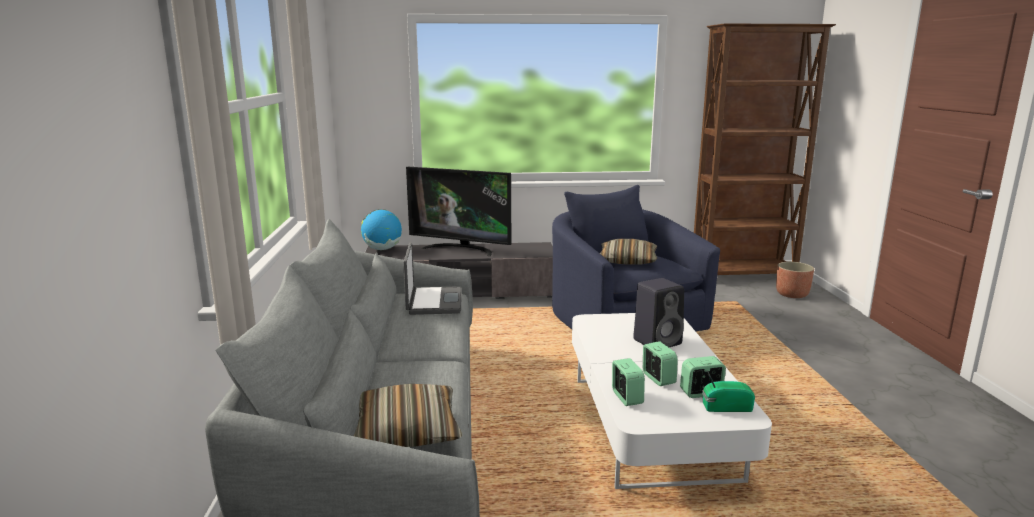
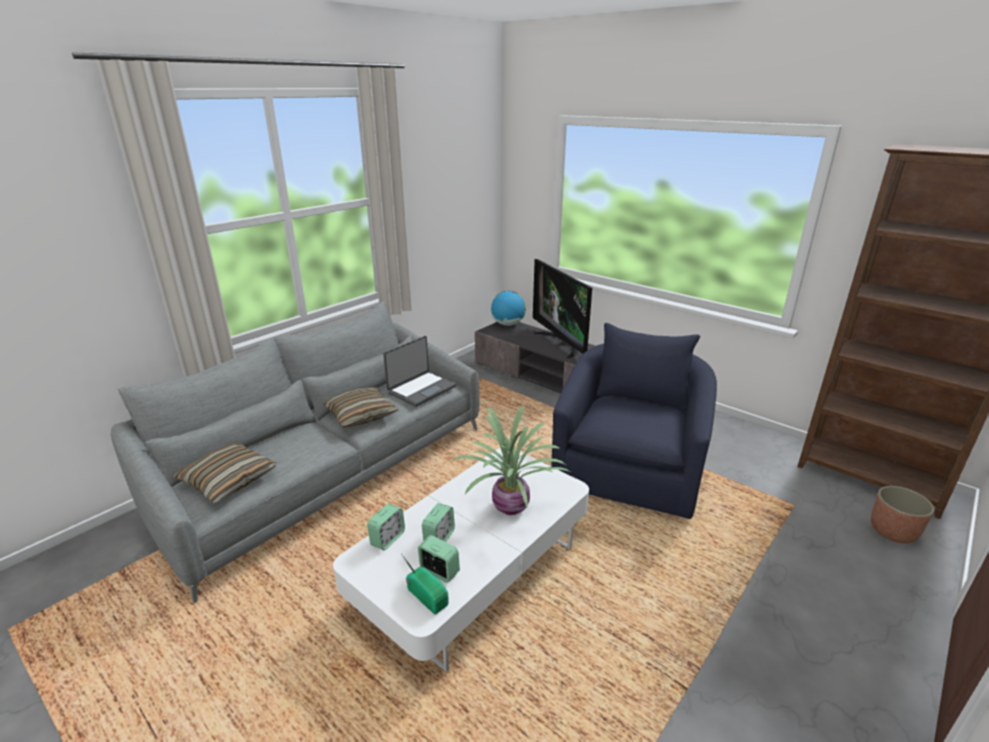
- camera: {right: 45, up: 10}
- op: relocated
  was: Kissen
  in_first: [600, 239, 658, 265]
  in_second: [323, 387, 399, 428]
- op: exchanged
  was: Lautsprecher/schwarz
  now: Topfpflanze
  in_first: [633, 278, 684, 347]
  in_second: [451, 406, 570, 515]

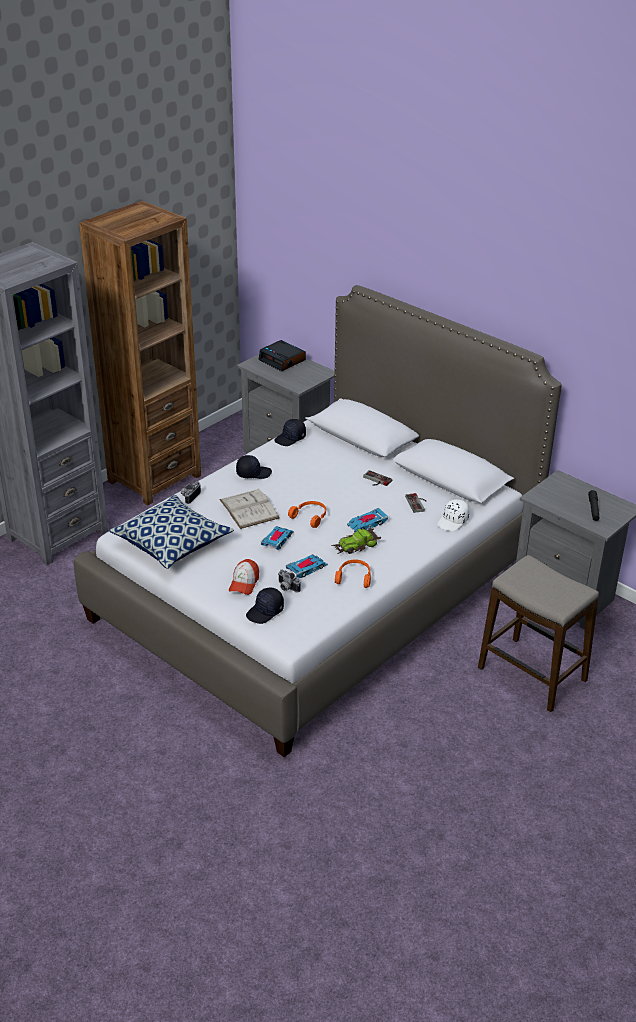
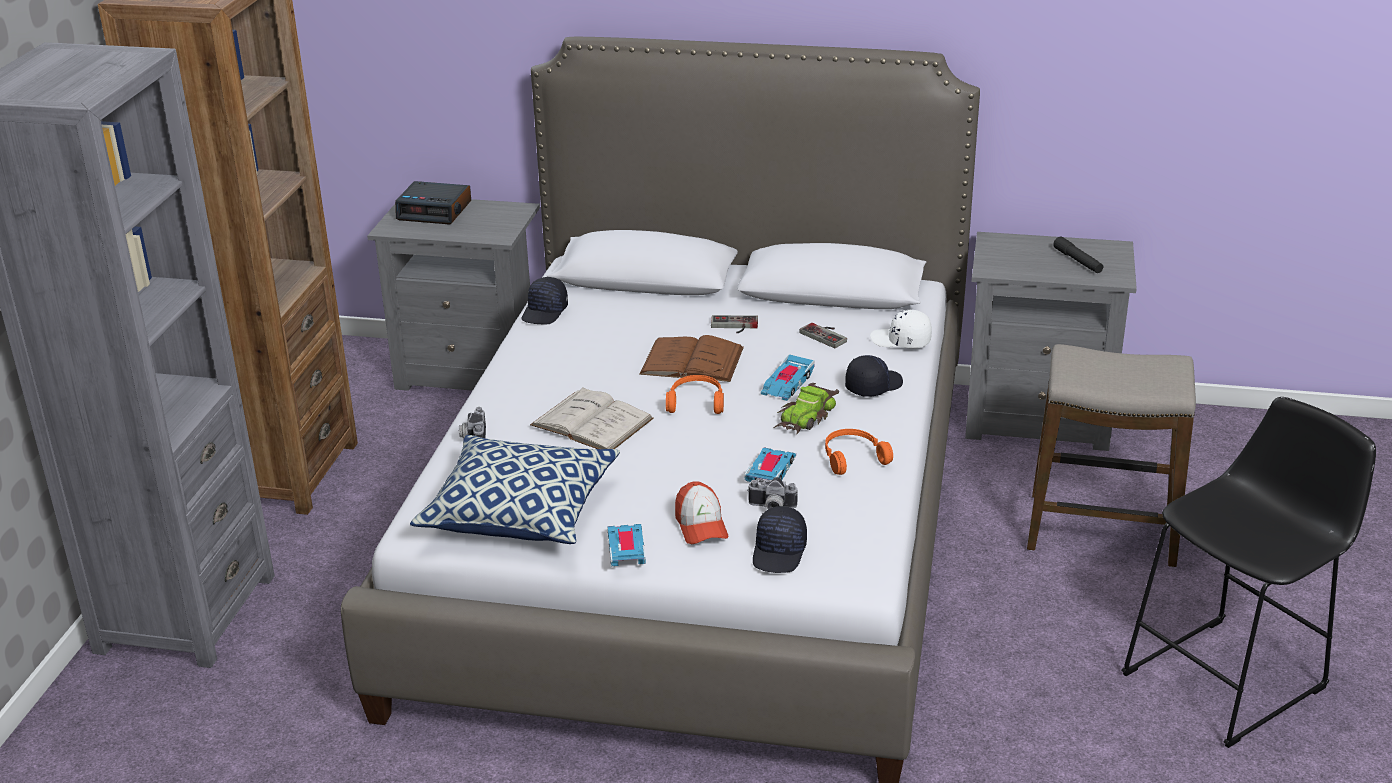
- camera: {right: -30, up: -5}
- op: appeared
  now: Buch/braun
  in_second: [639, 335, 744, 382]
- op: appeared
  now: Hocker/schwarz
  in_second: [1121, 397, 1376, 748]
- op: relocated
  was: Kappe/schwarz
  in_first: [236, 455, 272, 479]
  in_second: [845, 355, 903, 397]
- op: relocated
  was: Spielzeugauto
  in_first: [261, 526, 294, 550]
  in_second: [607, 524, 646, 566]
- op: spun
  was: Kappe/weiß
  in_first: [437, 499, 469, 531]
  in_second: [870, 310, 932, 349]
  clockwise: 105

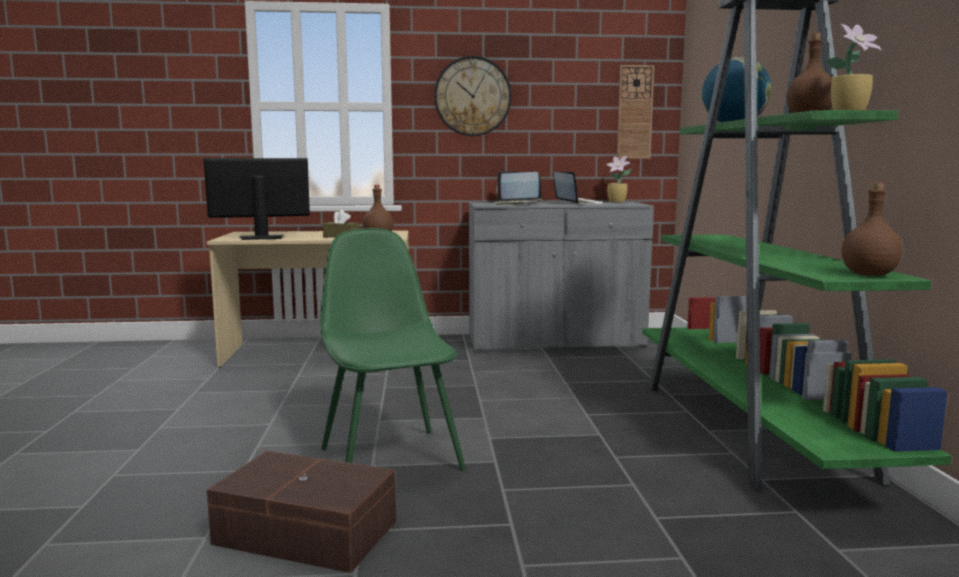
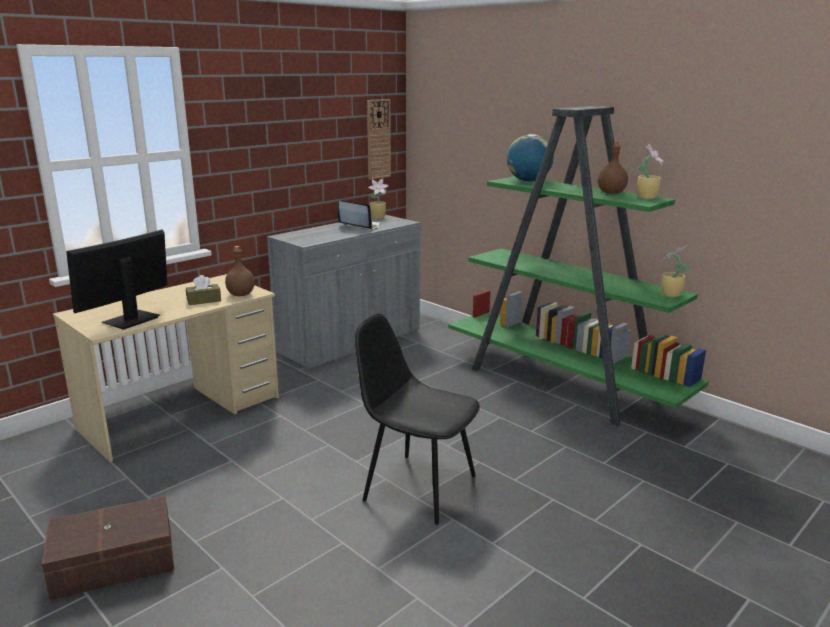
- camera: {right: -40, up: 10}
- op: missing
  was: Wanduhr
  in_first: [434, 56, 512, 136]
- op: missing
  was: Laptop
  in_first: [494, 171, 542, 205]
- op: relocated
  was: Aufbewahrungsbox/braun
  in_first: [207, 451, 396, 573]
  in_second: [42, 496, 174, 600]
- op: exchanged
  was: Flasche/braun
  now: Topfpflanze
  in_first: [841, 183, 902, 276]
  in_second: [661, 246, 690, 297]
- op: colour
  was: Stuhl/grün
  now: Stuhl/schwarz
  in_first: [320, 228, 466, 471]
  in_second: [355, 314, 480, 525]

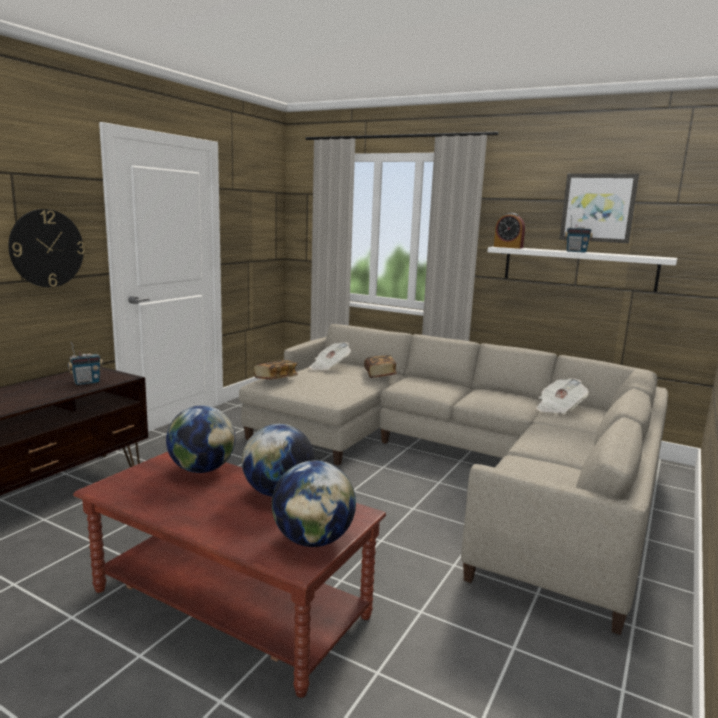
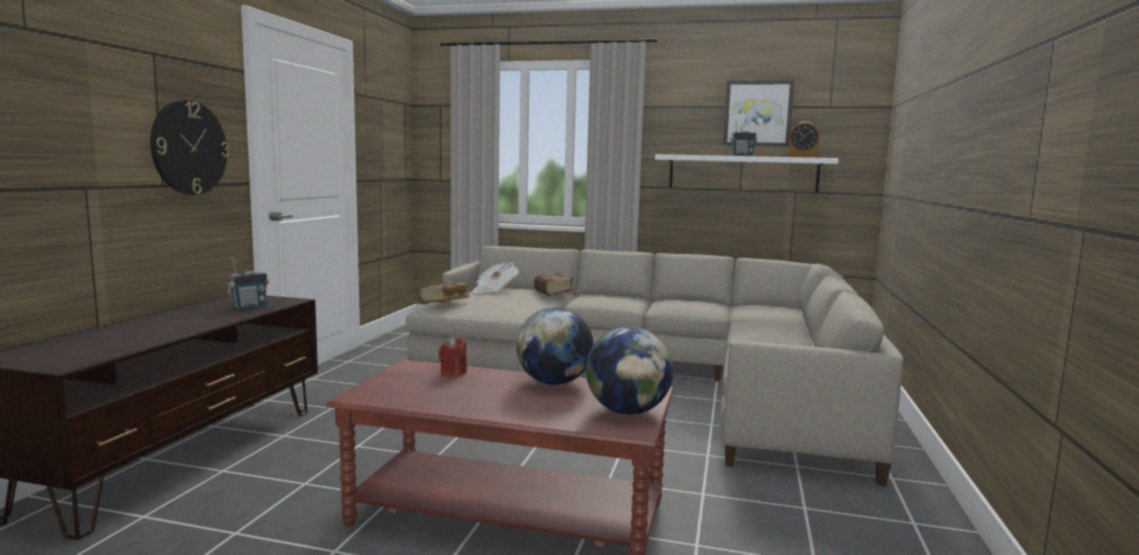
- camera: {right: -15, up: -5}
- op: missing
  was: Zeitung
  in_first: [536, 378, 589, 414]
- op: relocated
  was: Wecker
  in_first: [494, 213, 525, 249]
  in_second: [788, 121, 820, 158]
- op: exchanged
  was: Globus
  now: Kerze/rot
  in_first: [166, 405, 236, 473]
  in_second: [439, 337, 467, 377]

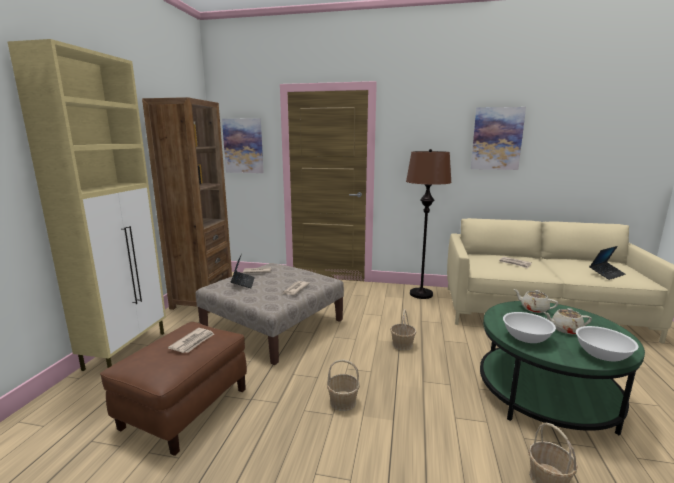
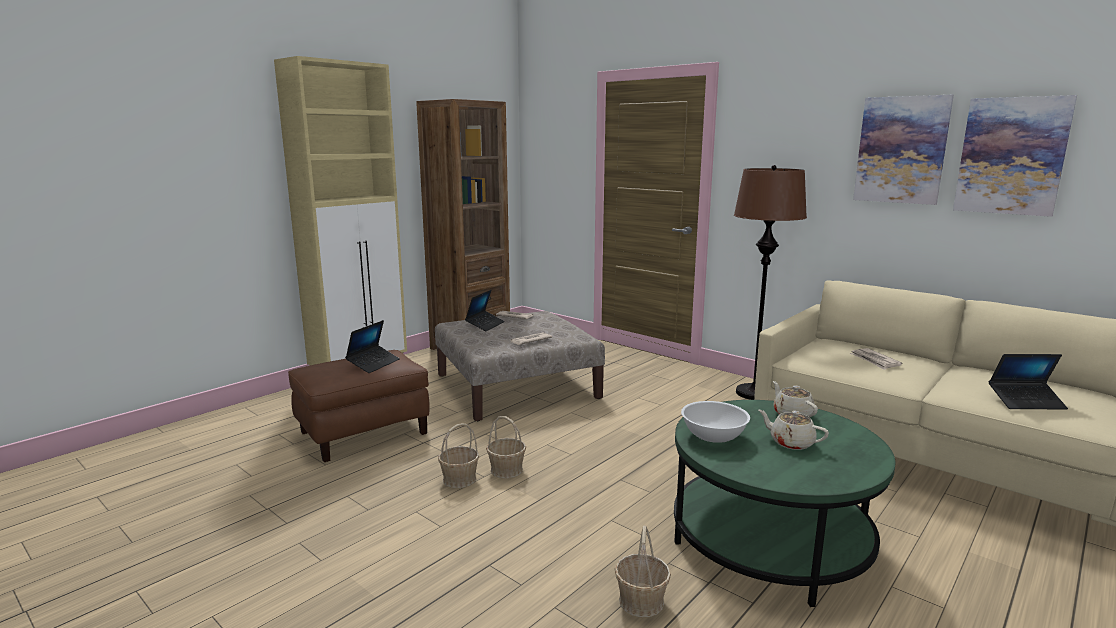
- camera: {right: 30, up: 0}
- op: missing
  was: Schüssel/weiß
  in_first: [576, 326, 638, 361]
- op: relocated
  was: Bild
  in_first: [222, 118, 264, 173]
  in_second: [953, 95, 1077, 217]
- op: relocated
  was: Korb
  in_first: [390, 309, 416, 350]
  in_second: [438, 423, 479, 488]
- op: exchanged
  was: Zeitung
  now: Laptop
  in_first: [168, 328, 214, 353]
  in_second: [345, 320, 400, 373]

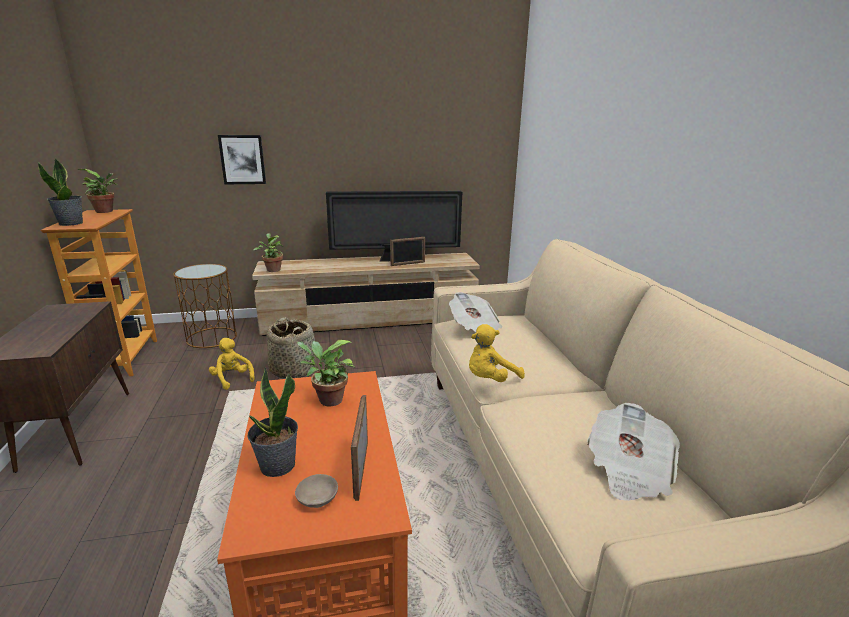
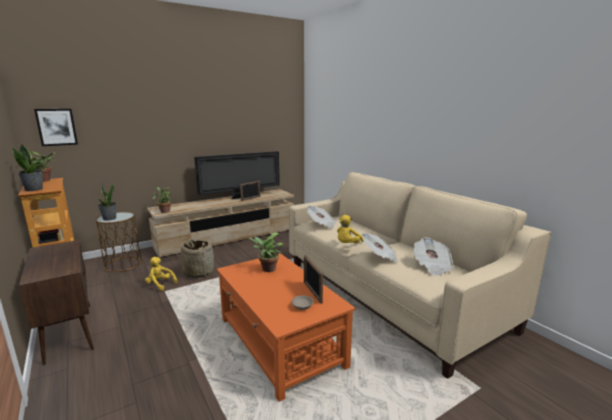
- camera: {right: -20, up: -5}
- op: appeared
  now: Zeitung
  in_second: [361, 233, 398, 262]
- op: relocated
  was: Bild
  in_first: [218, 135, 266, 184]
  in_second: [34, 109, 78, 146]
- op: relocated
  was: Topfpflanze
  in_first: [248, 367, 298, 477]
  in_second: [98, 183, 116, 221]

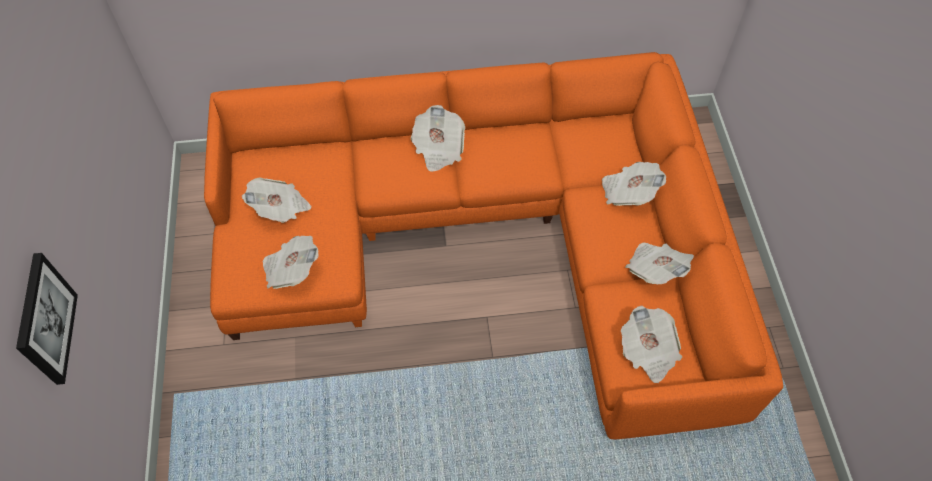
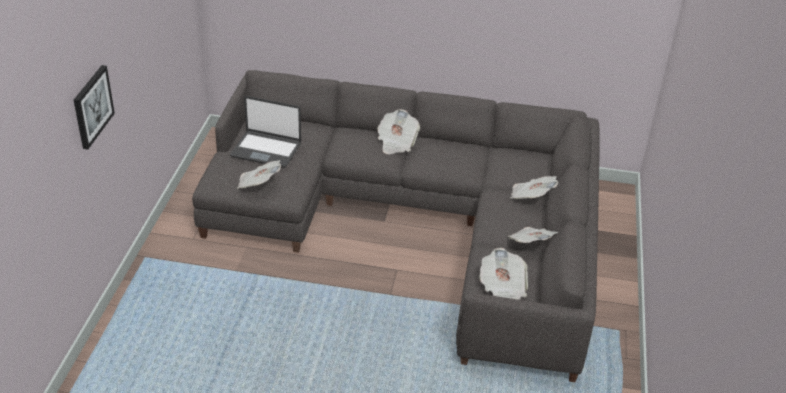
- camera: {right: 15, up: -20}
- op: exchanged
  was: Zeitung
  now: Laptop
  in_first: [242, 177, 311, 223]
  in_second: [230, 96, 301, 168]
- op: colour
  was: Sofa/orange
  now: Sofa/grau
  in_first: [204, 52, 783, 440]
  in_second: [192, 70, 600, 382]

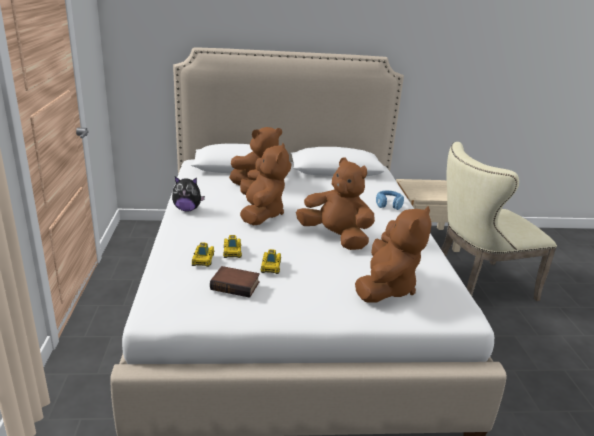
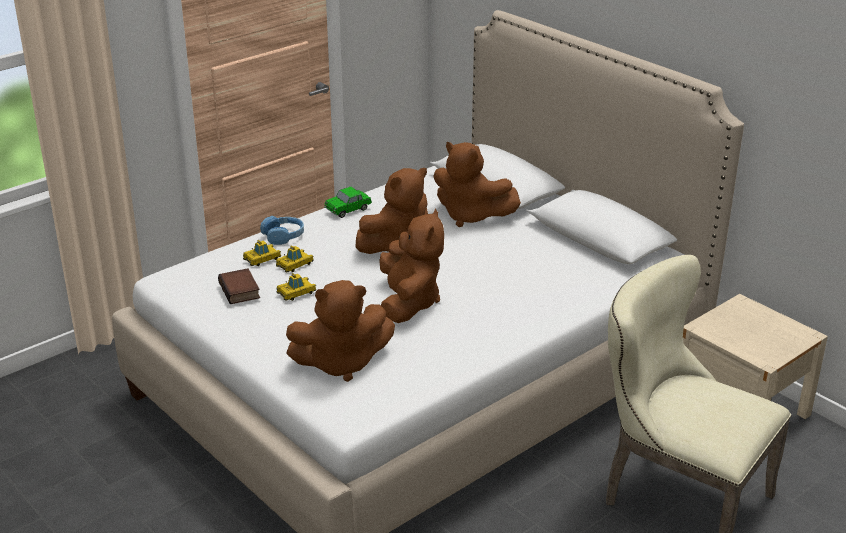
- camera: {right: 55, up: 5}
- op: relocated
  was: Kopfhörer/blau
  in_first: [376, 190, 404, 210]
  in_second: [260, 216, 304, 245]
- op: exchanged
  was: Plüschtier
  now: Spielzeugauto
  in_first: [172, 177, 205, 212]
  in_second: [324, 187, 372, 218]

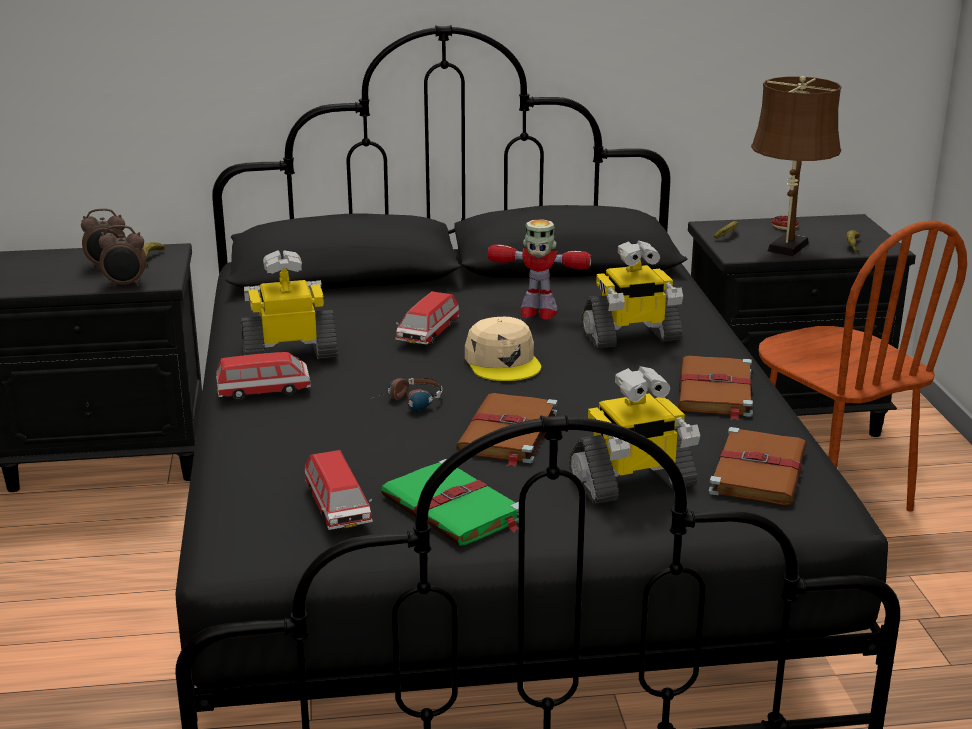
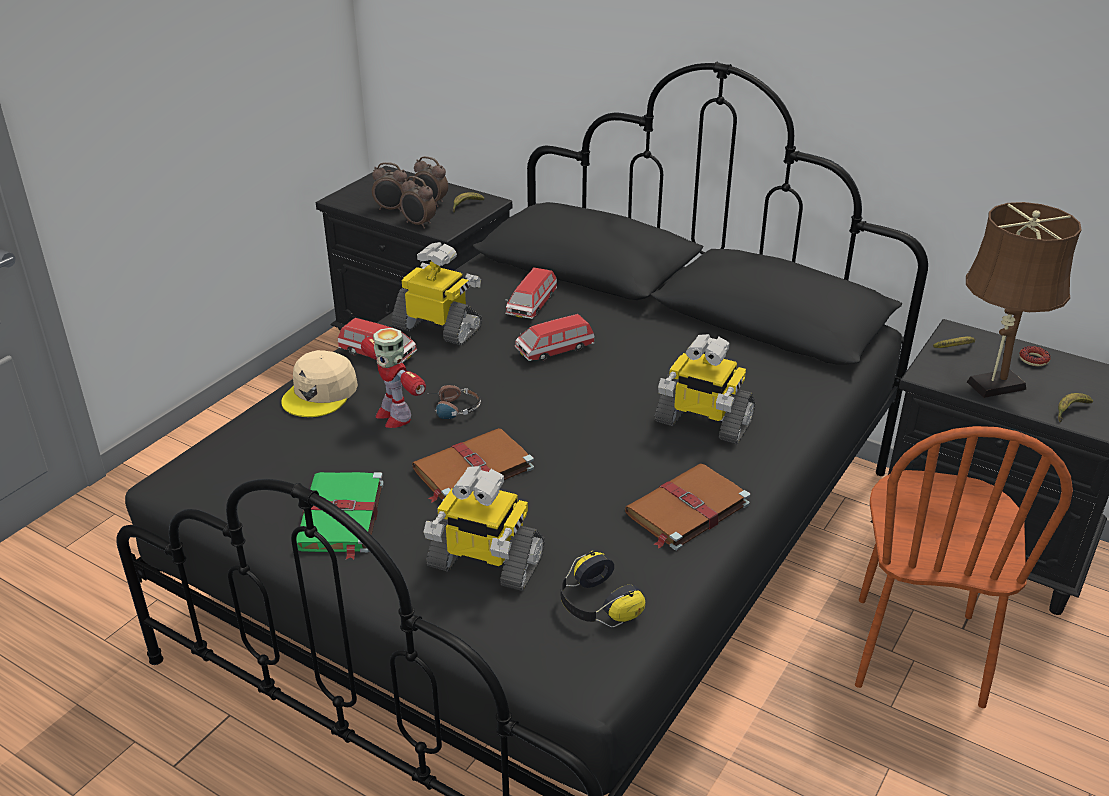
- camera: {right: 40, up: 10}
- op: appeared
  now: Wecker
  in_second: [372, 162, 407, 212]
- op: relocated
  was: Spielzeugauto
  in_first: [305, 450, 373, 530]
  in_second: [505, 267, 557, 319]
- op: relocated
  was: Kappe/beige
  in_first: [465, 317, 541, 381]
  in_second: [281, 350, 358, 417]
- op: relocated
  was: Spielzeugroboter
  in_first: [487, 219, 591, 319]
  in_second: [361, 328, 426, 428]
- op: exchanged
  was: Buch/braun
  now: Kopfhörer
  in_first: [708, 427, 807, 505]
  in_second: [561, 550, 645, 627]

